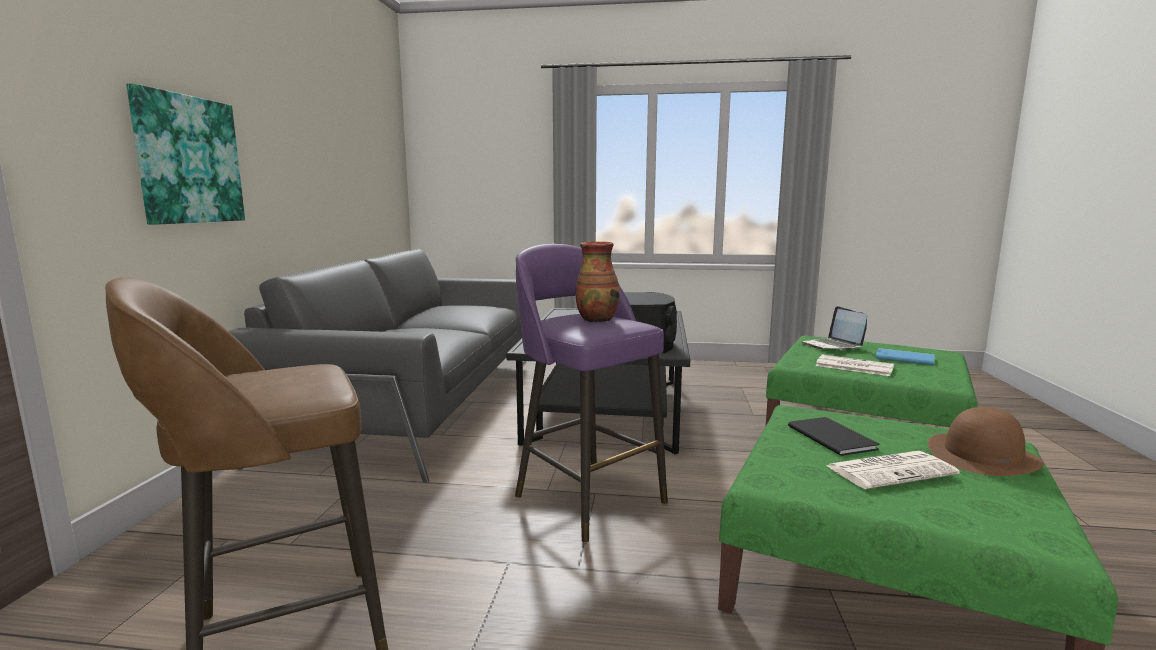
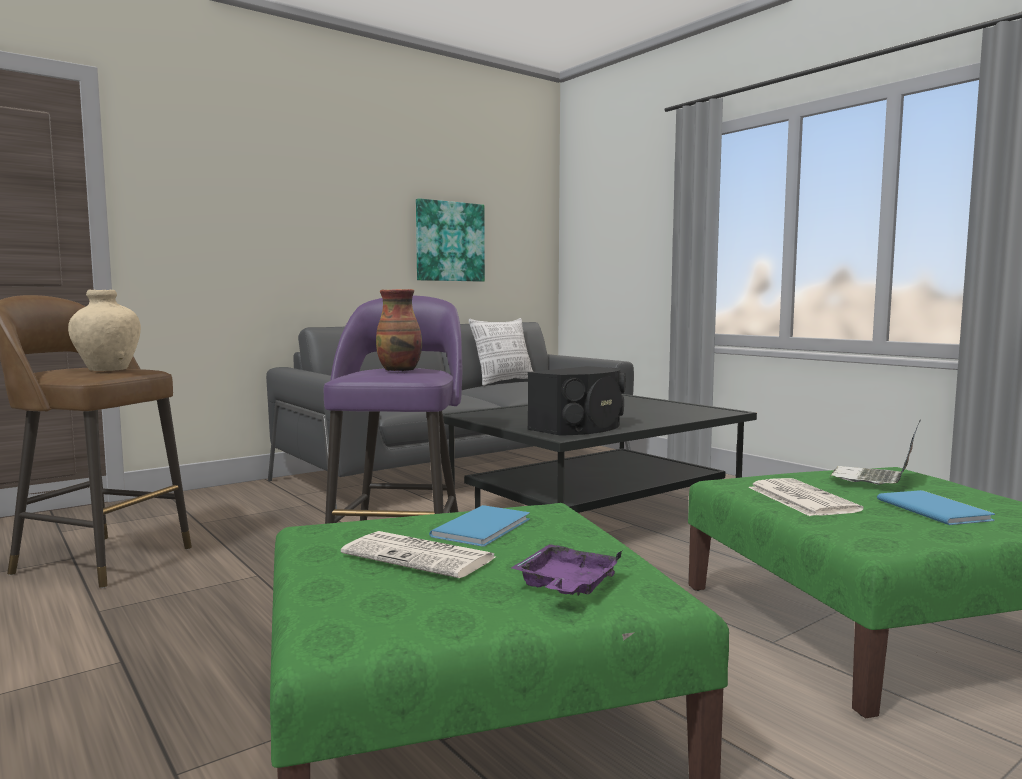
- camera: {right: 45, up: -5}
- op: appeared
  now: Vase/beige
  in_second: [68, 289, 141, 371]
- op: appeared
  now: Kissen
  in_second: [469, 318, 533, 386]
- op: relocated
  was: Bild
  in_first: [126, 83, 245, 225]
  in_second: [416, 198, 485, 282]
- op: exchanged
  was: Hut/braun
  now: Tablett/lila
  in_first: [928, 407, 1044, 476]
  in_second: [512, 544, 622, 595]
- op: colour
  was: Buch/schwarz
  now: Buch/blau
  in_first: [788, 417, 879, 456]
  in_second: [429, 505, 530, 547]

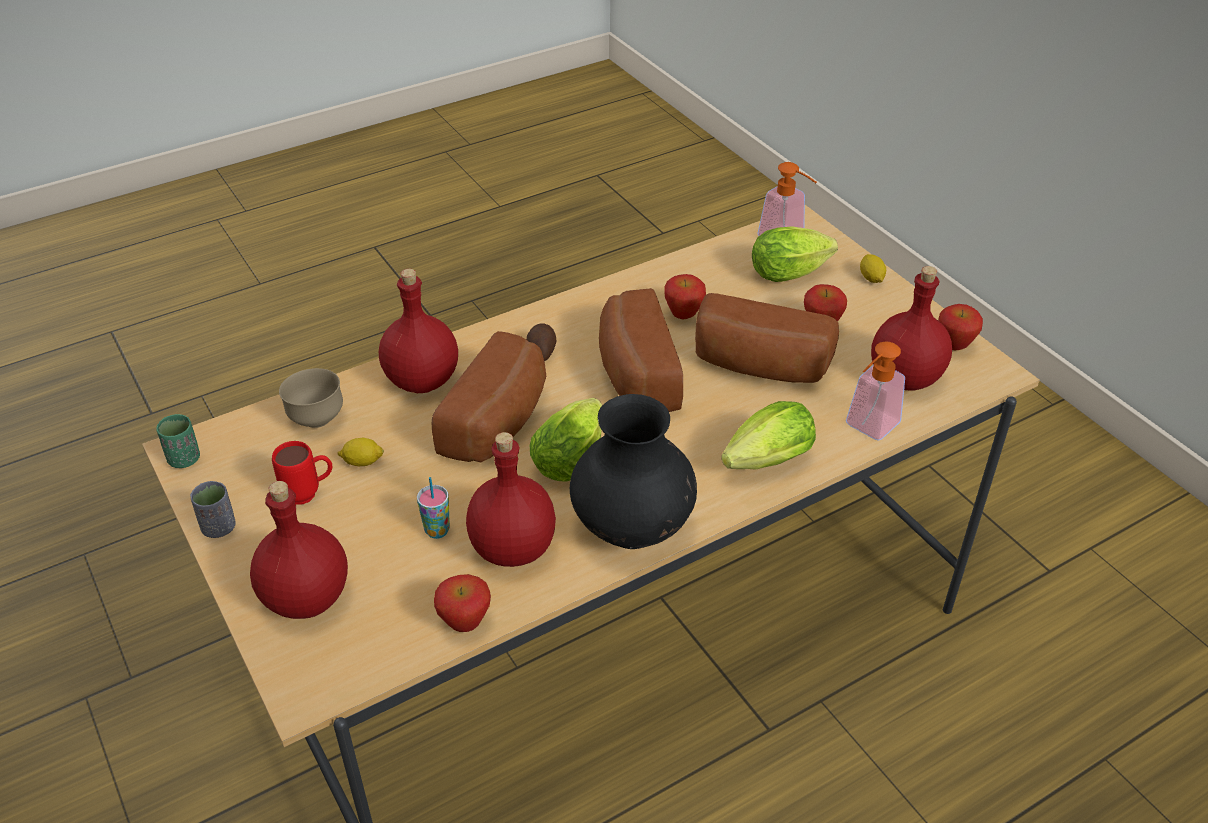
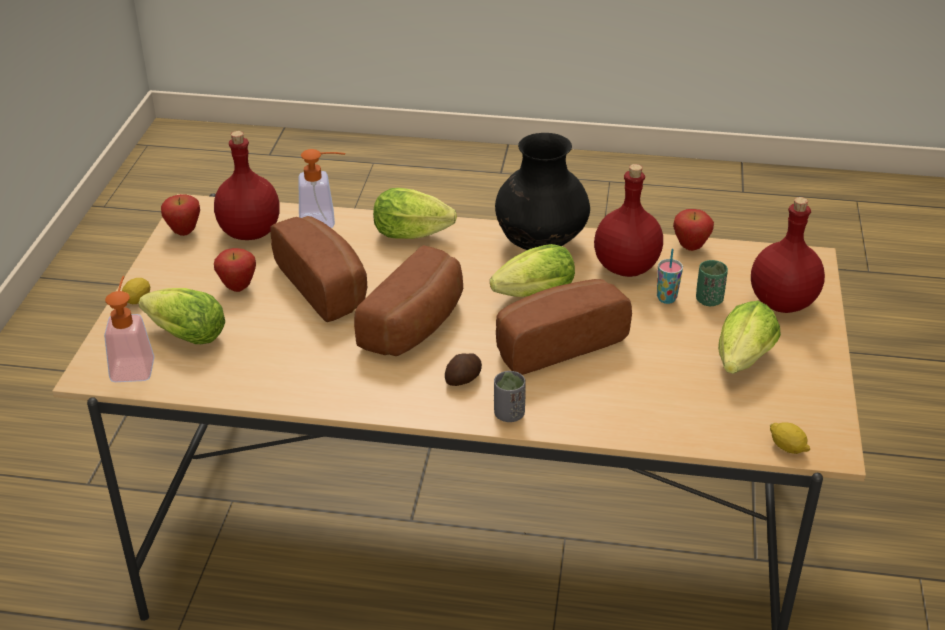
- camera: {right: -140, up: -5}
- op: missing
  was: Schüssel/braun
  in_first: [279, 368, 343, 428]
- op: missing
  was: Flasche/rot
  in_first: [379, 269, 458, 393]
- op: missing
  was: Apfel
  in_first: [664, 274, 706, 319]
- op: relocated
  was: Tasse/grün
  in_first: [156, 414, 200, 468]
  in_second: [696, 260, 728, 306]
- op: relocated
  was: Tasse/grau
  in_first: [190, 481, 236, 538]
  in_second: [494, 371, 526, 422]
- op: relocated
  was: Zitrone
  in_first: [337, 438, 384, 466]
  in_second: [770, 422, 810, 454]
- op: exchanged
  was: Henkelbecher/rot
  now: Salatkopf
  in_first: [272, 441, 333, 505]
  in_second: [718, 301, 781, 374]

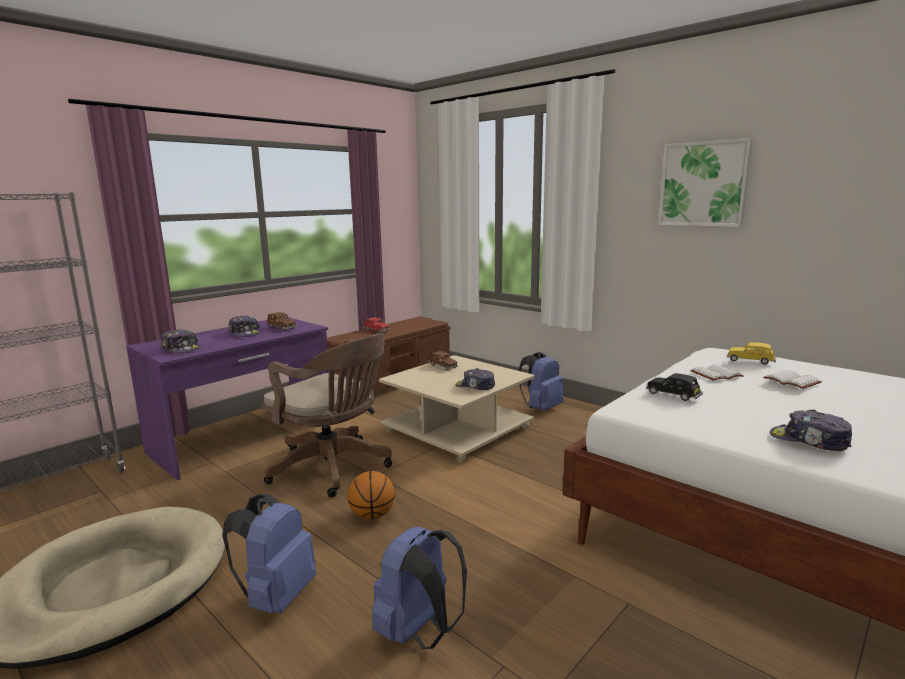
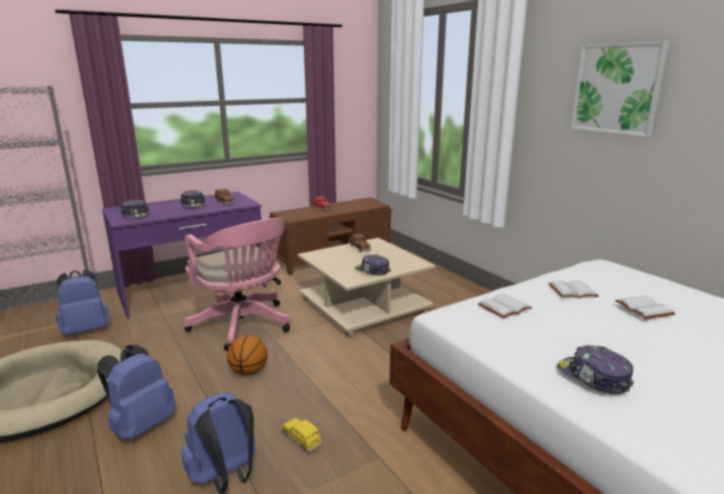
- camera: {right: 15, up: 5}
- op: relocated
  was: Rucksack/blau
  in_first: [519, 352, 564, 411]
  in_second: [56, 269, 109, 335]
- op: relocated
  was: Spielzeugauto/gelb
  in_first: [727, 342, 776, 365]
  in_second: [281, 418, 323, 453]
- op: exchanged
  was: Spielzeugauto/schwarz
  now: Buch/weiß
  in_first: [646, 373, 703, 401]
  in_second: [478, 294, 532, 318]
- op: colour
  was: Bürostuhl/braun
  now: Bürostuhl/rosa
  in_first: [262, 333, 392, 497]
  in_second: [184, 218, 291, 351]

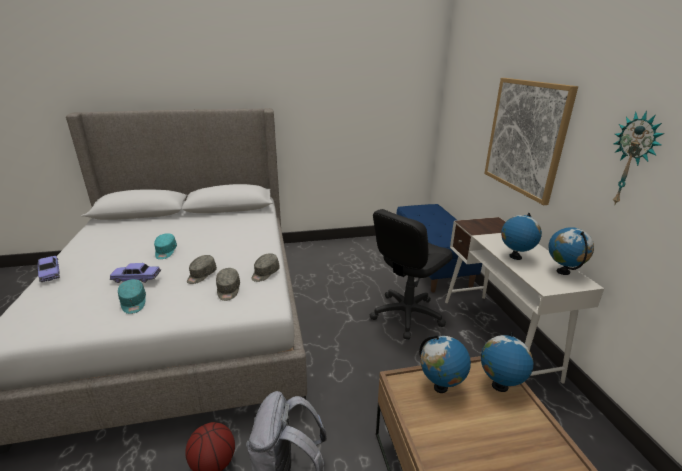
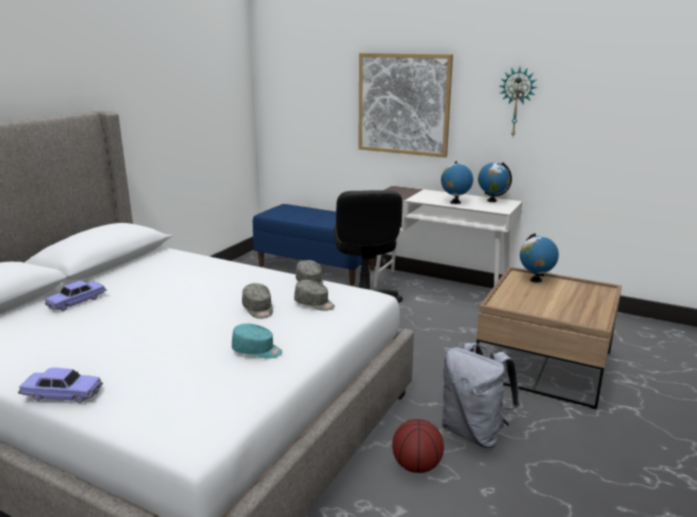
- camera: {right: -50, up: -5}
- op: missing
  was: Kappe/türkis
  in_first: [154, 233, 177, 259]
- op: missing
  was: Globus
  in_first: [419, 335, 471, 393]
- op: relocated
  was: Spielzeugauto
  in_first: [109, 263, 161, 283]
  in_second: [45, 281, 107, 311]

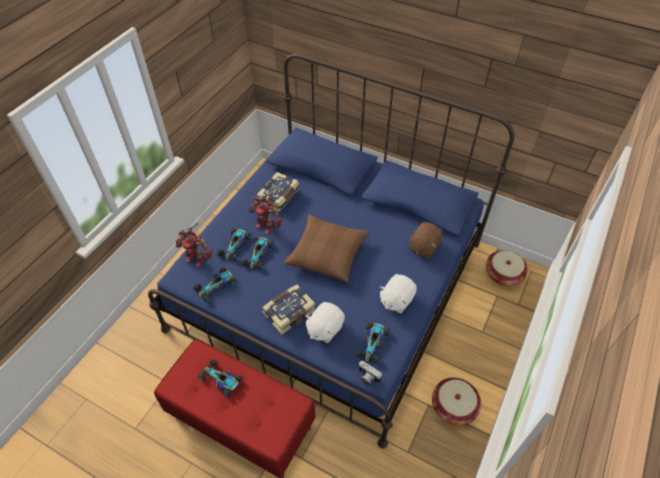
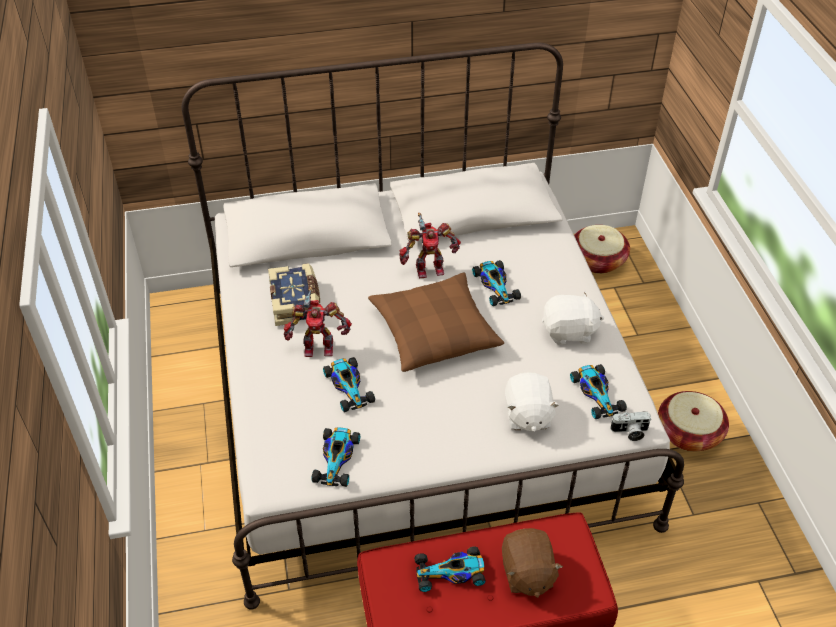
- camera: {right: -40, up: -5}
- op: missing
  was: Buch
  in_first: [262, 285, 315, 335]
- op: relocated
  was: Spielzeugroboter
  in_first: [176, 222, 212, 267]
  in_second: [399, 213, 461, 278]
- op: relocated
  was: Spielzeugauto
  in_first: [217, 228, 251, 261]
  in_second: [472, 260, 521, 306]
- op: relocated
  was: Plüschtier/braun
  in_first: [409, 222, 443, 258]
  in_second: [502, 528, 563, 598]
- op: colour
  was: Bett/blau
  now: Bett/weiß
  in_first: [148, 54, 514, 449]
  in_second: [182, 43, 684, 610]
- op: spun
  was: Plüschtier/weiß
  in_first: [380, 274, 417, 313]
  in_second: [542, 291, 604, 345]
  clockwise: -90

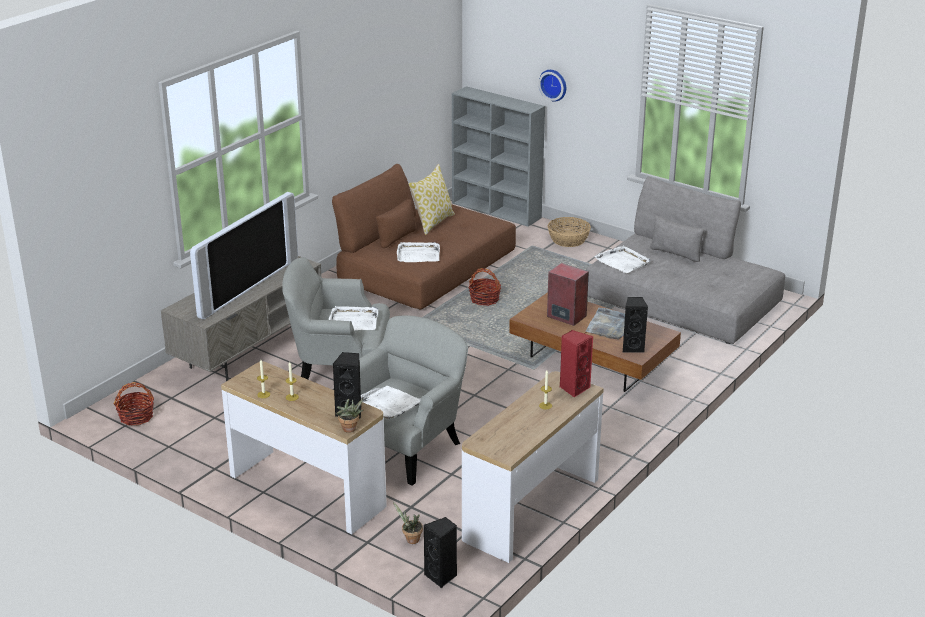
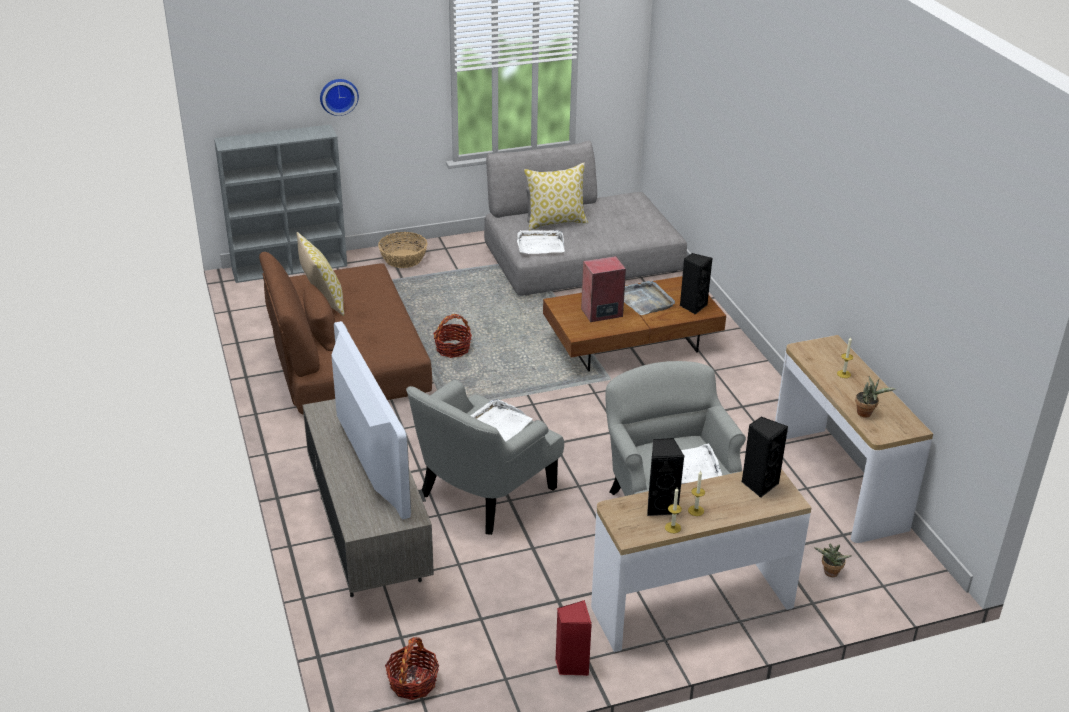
- camera: {right: -55, up: 5}
- op: missing
  was: Tablett/weiß
  in_first: [397, 242, 440, 262]
- op: appeared
  now: Kissen
  in_second: [524, 163, 588, 230]
- op: relocated
  was: Topfpflanze
  in_first: [336, 399, 363, 433]
  in_second: [855, 376, 896, 418]
- op: relocated
  was: Lautsprecher/schwarz
  in_first: [424, 517, 457, 588]
  in_second: [647, 438, 685, 516]
- op: relocated
  was: Lautsprecher/rot
  in_first: [560, 330, 593, 398]
  in_second: [555, 600, 592, 676]

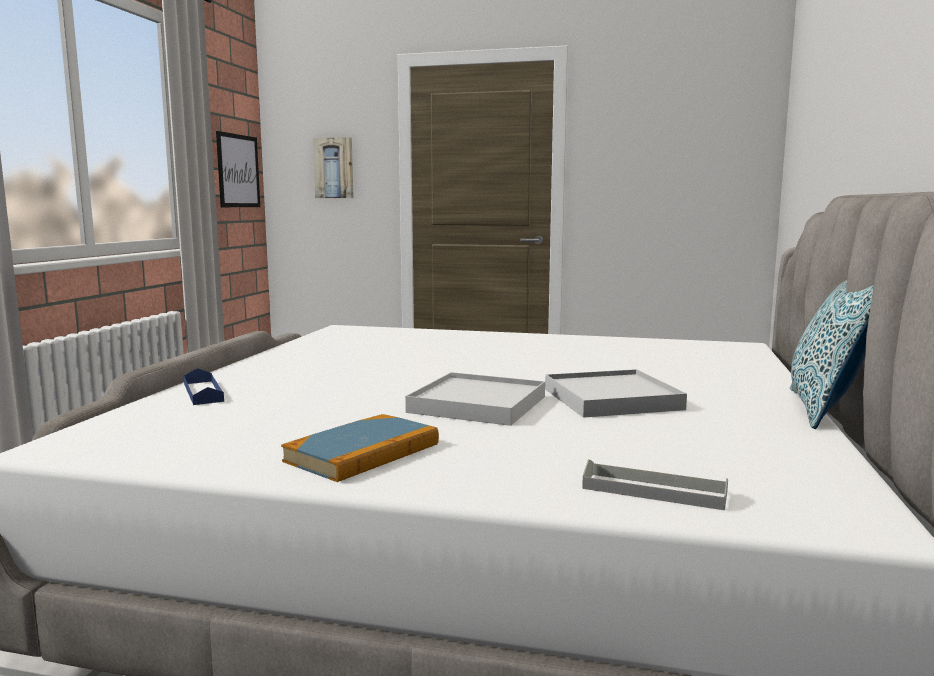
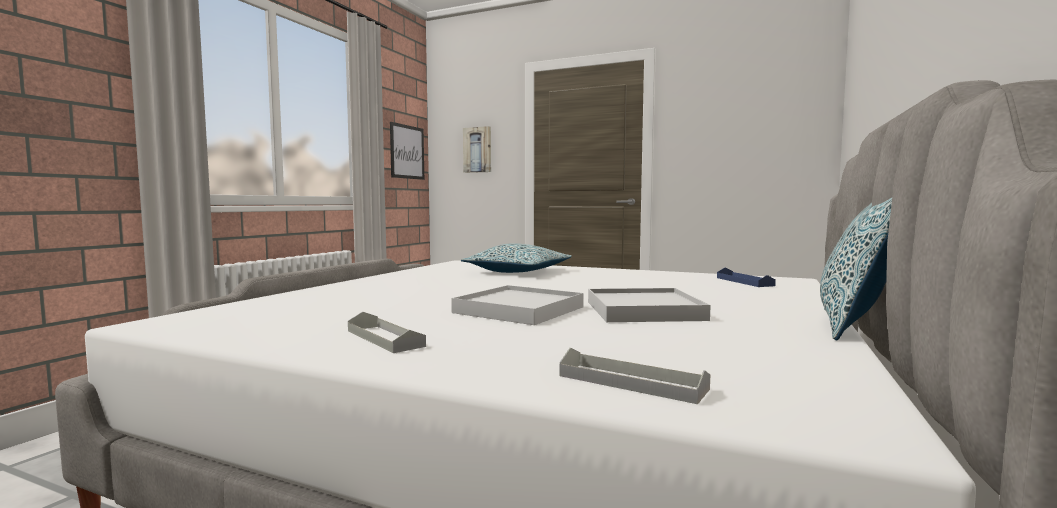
- camera: {right: 10, up: -5}
- op: appeared
  now: Kissen
  in_second: [461, 243, 572, 273]
- op: relocated
  was: Tablett/blau
  in_first: [184, 368, 224, 405]
  in_second: [717, 267, 776, 287]
- op: exchanged
  was: Buch
  now: Tablett/grau
  in_first: [281, 414, 439, 482]
  in_second: [348, 312, 426, 353]

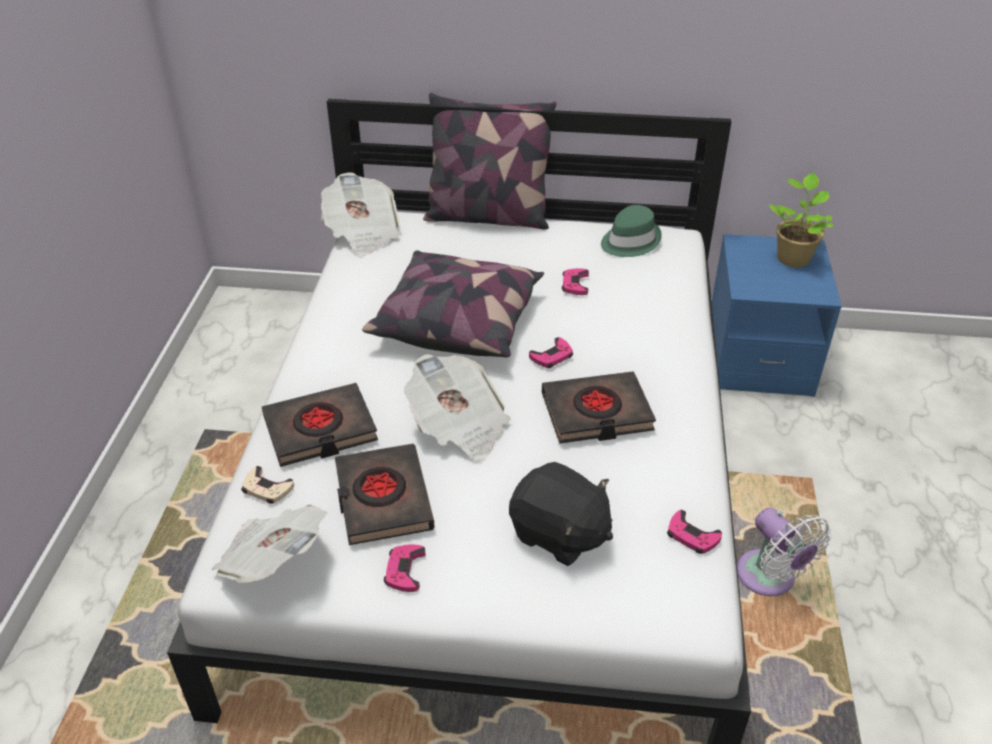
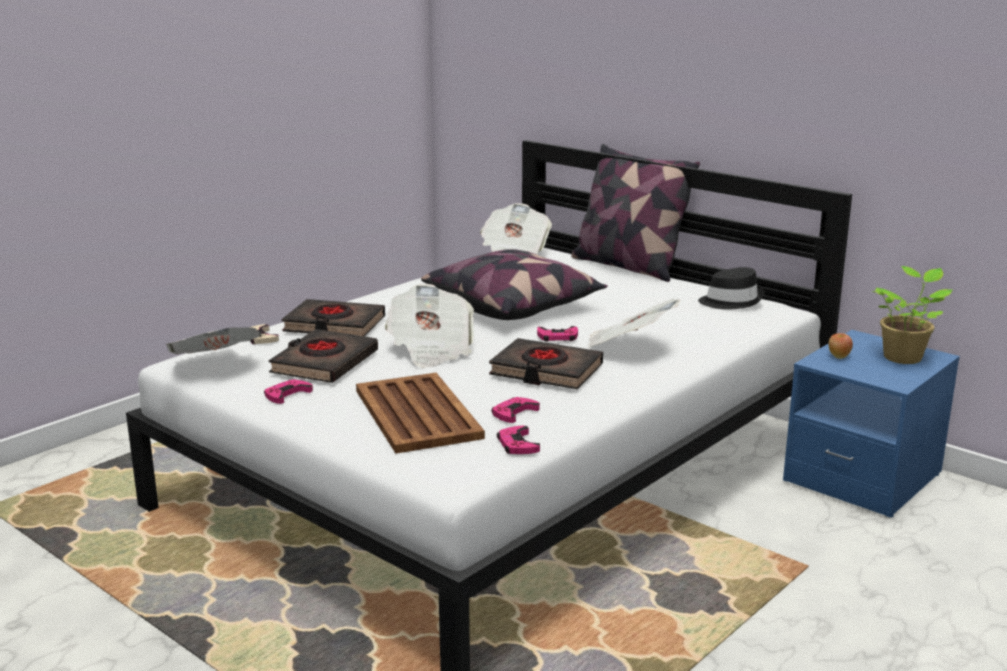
- camera: {right: 35, up: -20}
- op: missing
  was: Ventilator/weiß
  in_first: [737, 508, 832, 596]
- op: appeared
  now: Zeitung
  in_second: [588, 298, 680, 348]
- op: appeared
  now: Apfel
  in_second: [829, 333, 853, 359]
- op: relocated
  was: Gamepad/rosa
  in_first: [562, 268, 589, 295]
  in_second: [491, 397, 540, 423]
- op: exchanged
  was: Plüschtier/schwarz
  now: Tablett/braun
  in_first: [509, 462, 613, 566]
  in_second: [356, 373, 485, 454]
- op: colour
  was: Hut/grün
  now: Hut/schwarz
  in_first: [601, 205, 662, 257]
  in_second: [698, 267, 764, 310]

